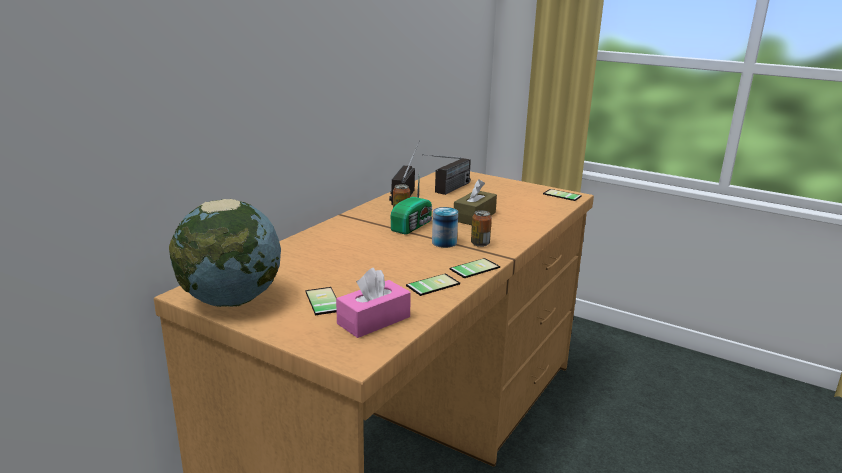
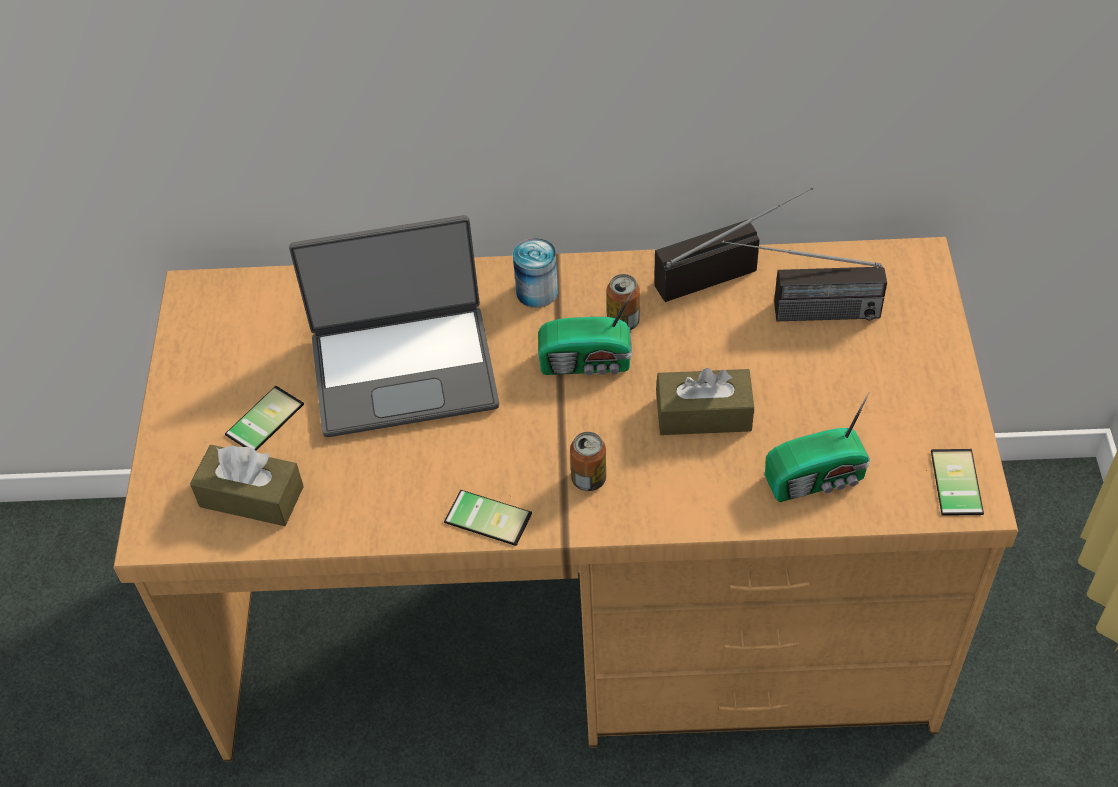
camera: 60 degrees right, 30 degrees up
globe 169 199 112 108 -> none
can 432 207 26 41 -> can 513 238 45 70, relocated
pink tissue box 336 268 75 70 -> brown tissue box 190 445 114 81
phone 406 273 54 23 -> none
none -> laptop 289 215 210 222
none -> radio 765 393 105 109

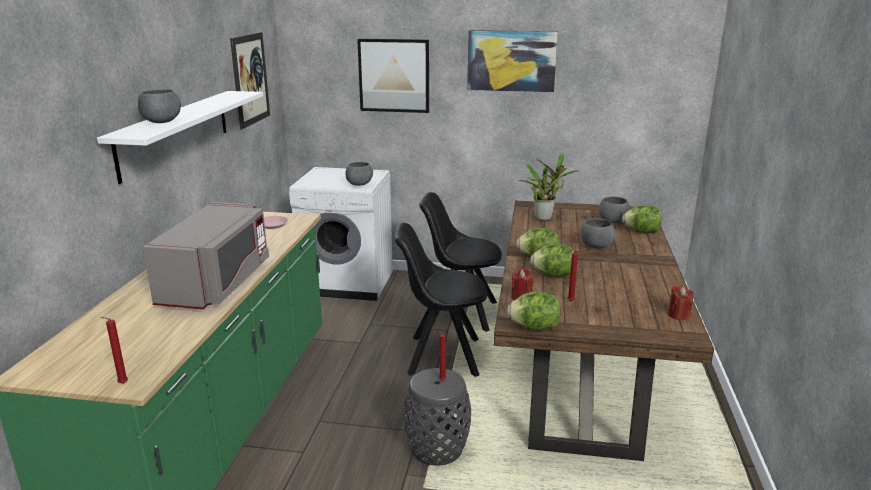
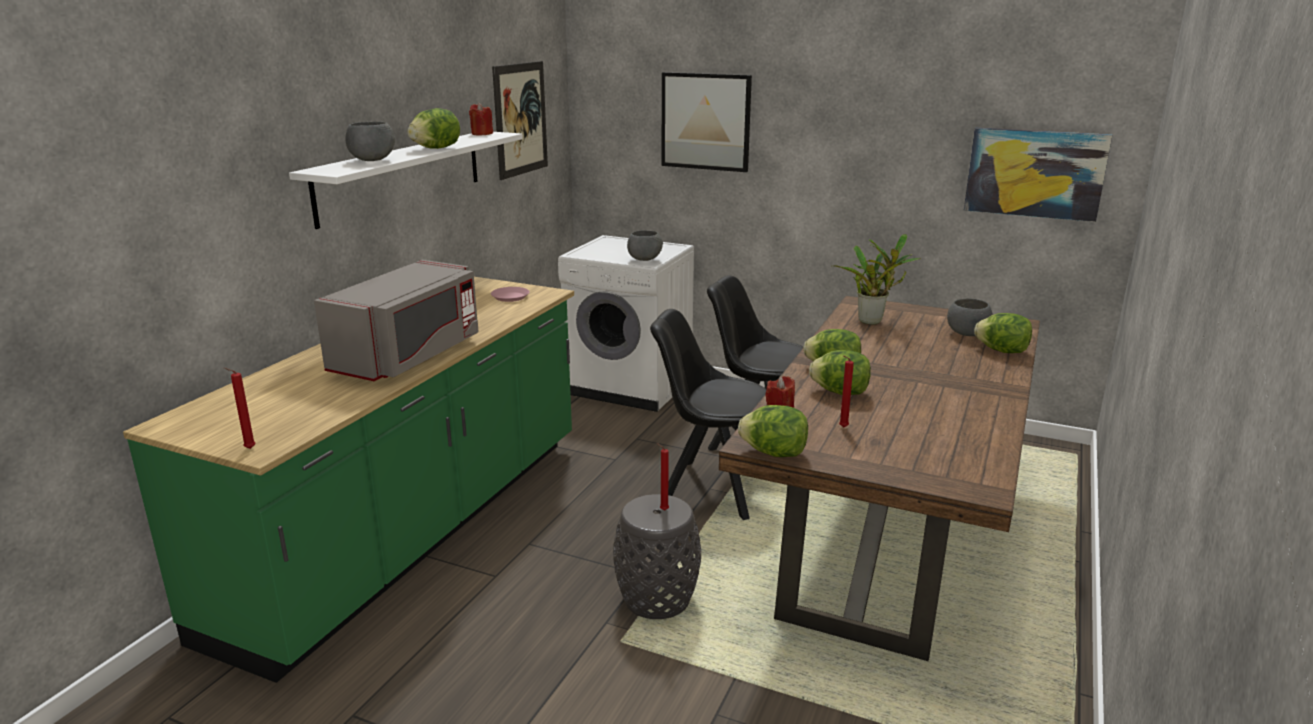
camera: 15 degrees right, 0 degrees up
picture 467 30 91 62 -> picture 964 128 148 94, relocated
grey bowl 580 218 35 30 -> none
red candle 668 285 26 35 -> red candle 469 103 24 32, relocated
none -> lettuce 407 108 53 41

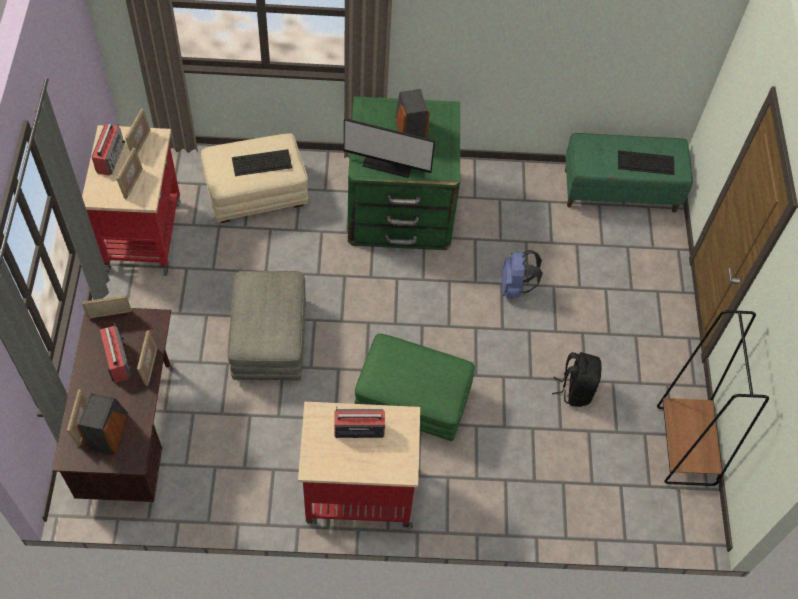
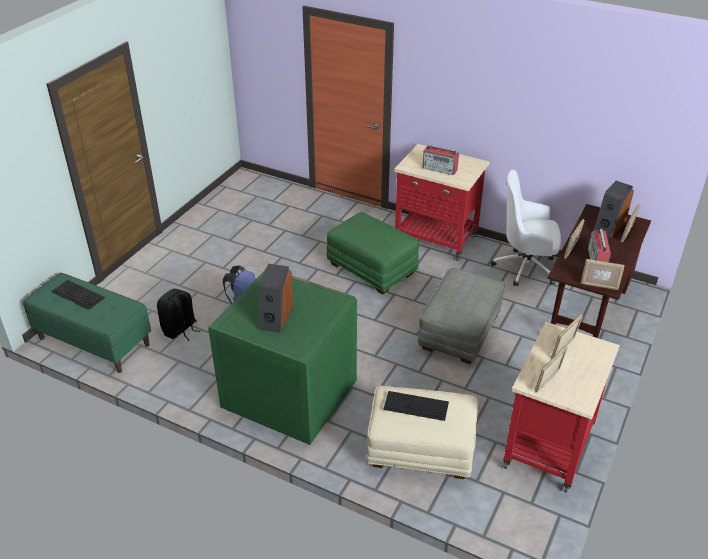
camera: 150 degrees left, 20 degrees down
monitor 344 118 91 60 -> none
radio 92 123 33 53 -> none
clothes rack 657 310 112 176 -> none
black backpack 552 352 50 55 -> black backpack 157 289 43 52, relocated
none -> white office chair 491 169 70 117

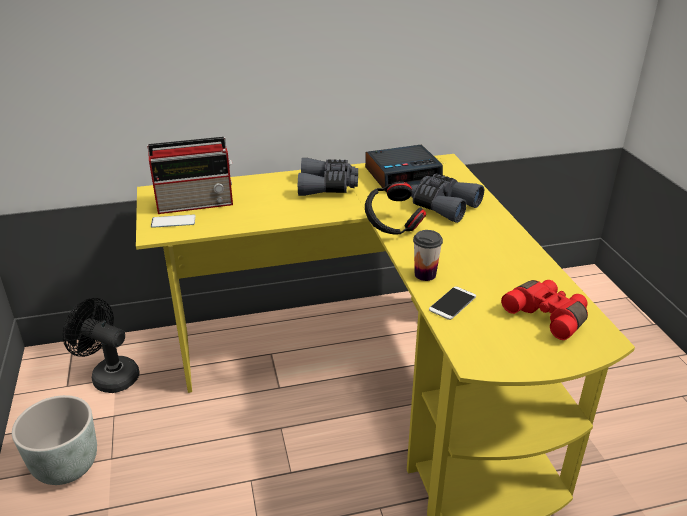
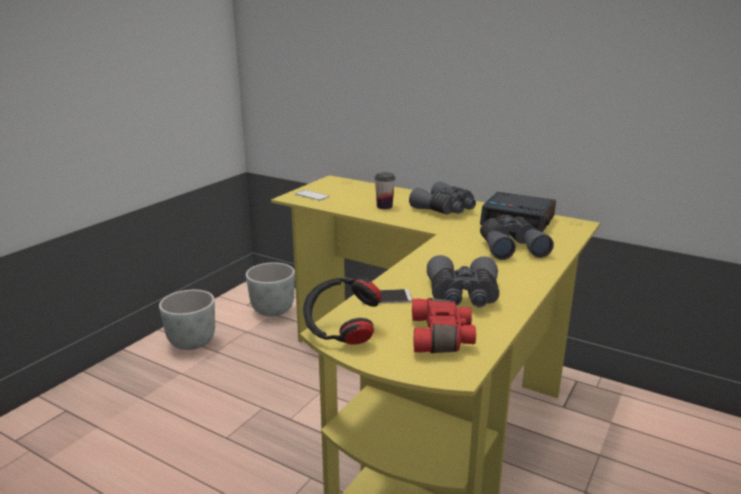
camera: 45 degrees right, 10 degrees down
radio 147 137 86 77 -> none
black headphones 365 181 61 54 -> black headphones 303 278 78 66, relocated
cup 413 230 30 51 -> cup 374 172 22 37, relocated
black fan 62 298 78 95 -> grey planter 246 262 49 55
none -> grey binoculars 427 255 72 52

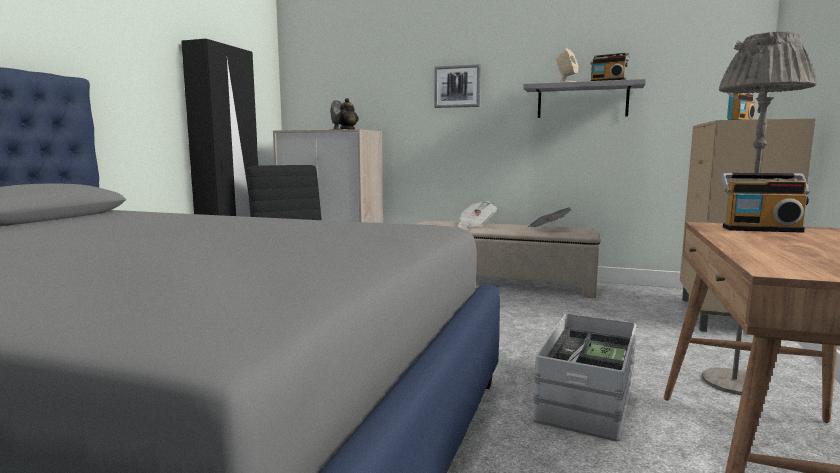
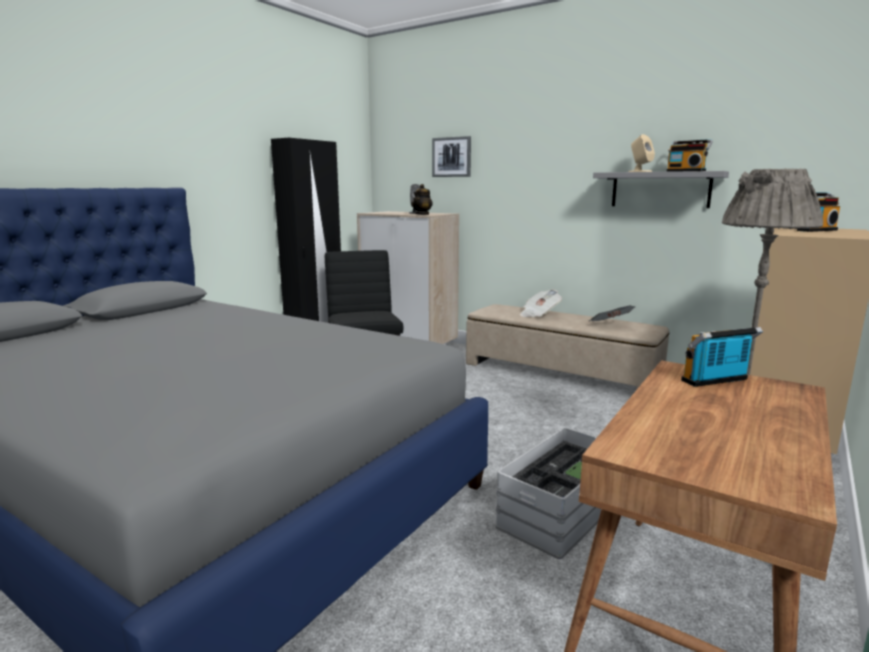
camera: 15 degrees right, 5 degrees up
picture 434 64 47 44 -> picture 432 136 39 41, relocated
radio 722 173 88 60 -> radio 681 327 82 60, 135 degrees clockwise

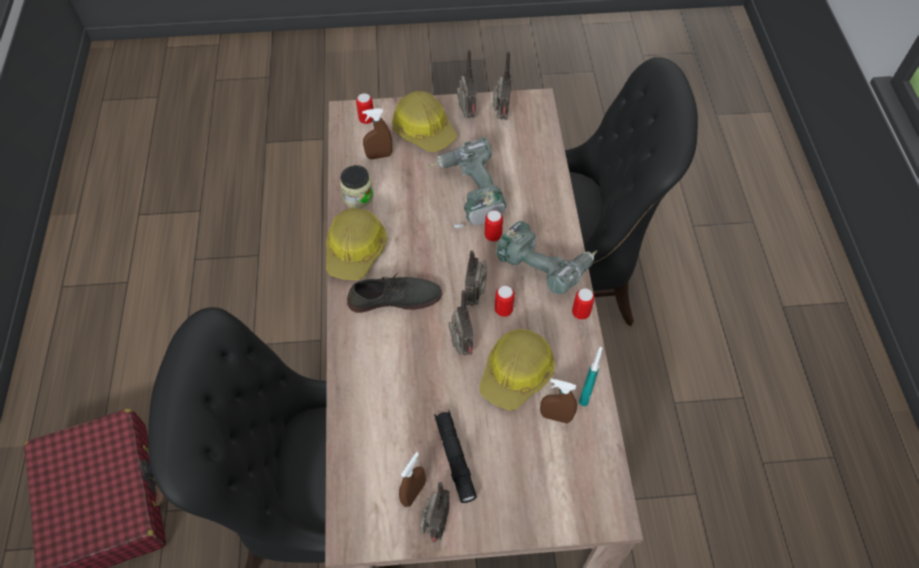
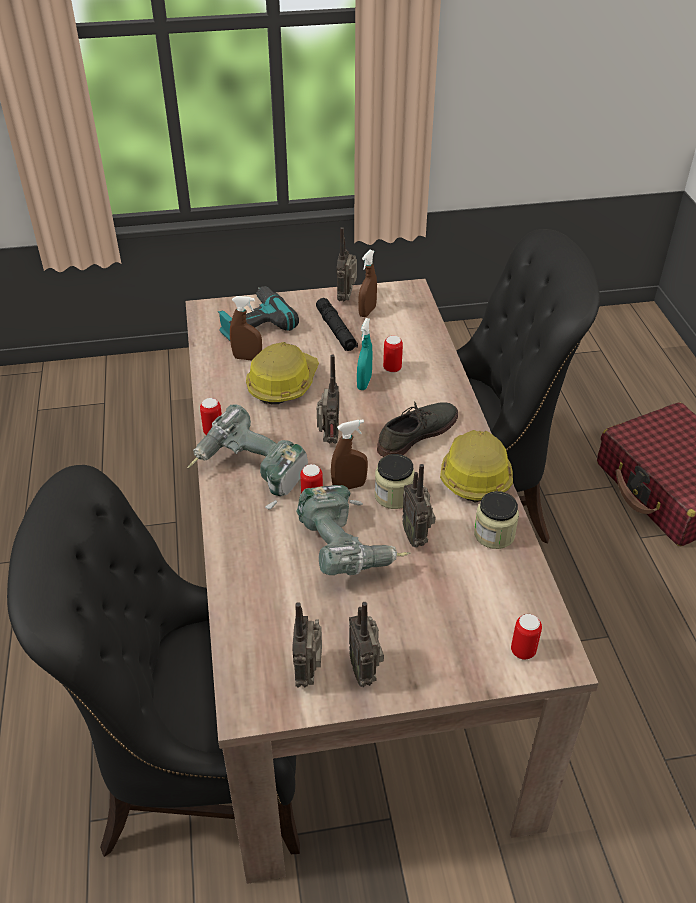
camera: 175 degrees right, 15 degrees down
hard hat 392 91 65 61 -> none
brown spray bottle 362 108 30 51 -> brown spray bottle 331 419 37 70, relocated
grey shoe 347 273 95 40 -> grey shoe 377 401 81 56, 150 degrees clockwise
can 495 286 20 31 -> can 383 336 20 36, relocated
radio 449 290 24 66 -> radio 402 464 34 83, relocated
turquoise spray bottle 579 347 24 59 -> turquoise spray bottle 357 318 16 72, relocated
none -> power drill 218 286 81 55
none -> jar 375 454 40 55

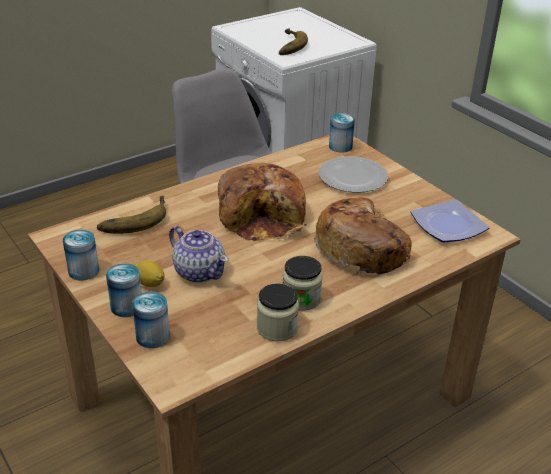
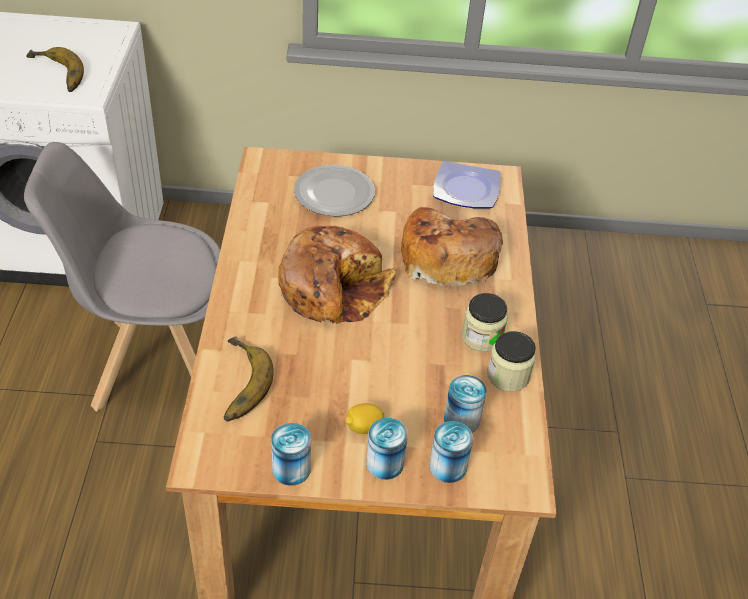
camera: 55 degrees left, 10 degrees up
can 329 113 26 40 -> can 444 375 43 58, relocated
teapot 169 226 60 57 -> none

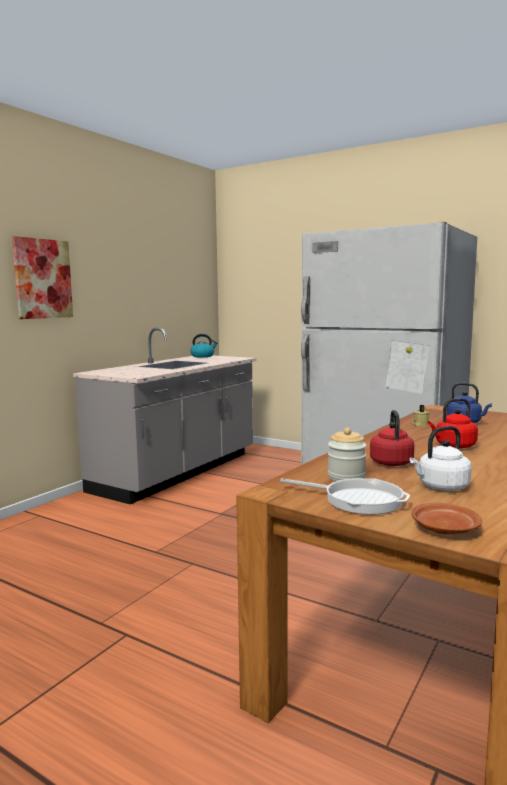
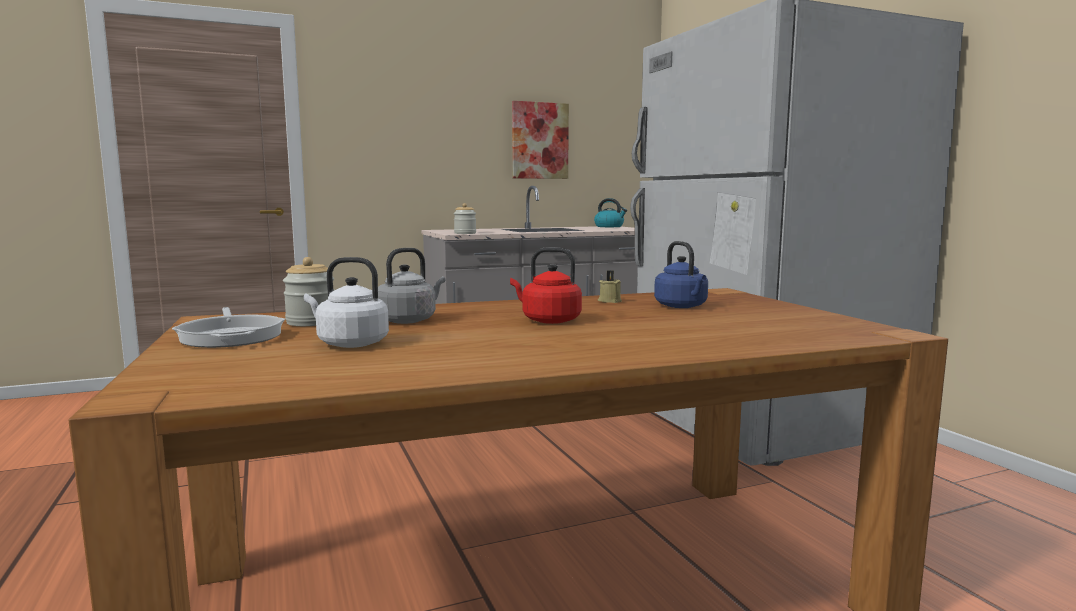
camera: 35 degrees right, 0 degrees up
picture 12 236 61 83 -> picture 512 101 57 78, relocated
red kettle 370 410 44 56 -> grey kettle 378 248 67 76
brown plate 411 503 71 31 -> none
none -> jar 454 203 22 31

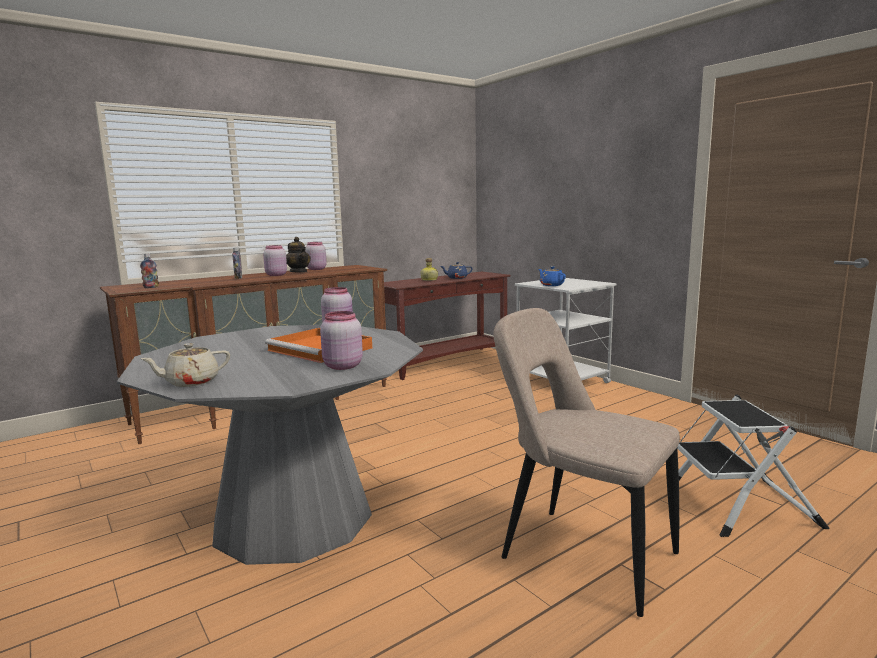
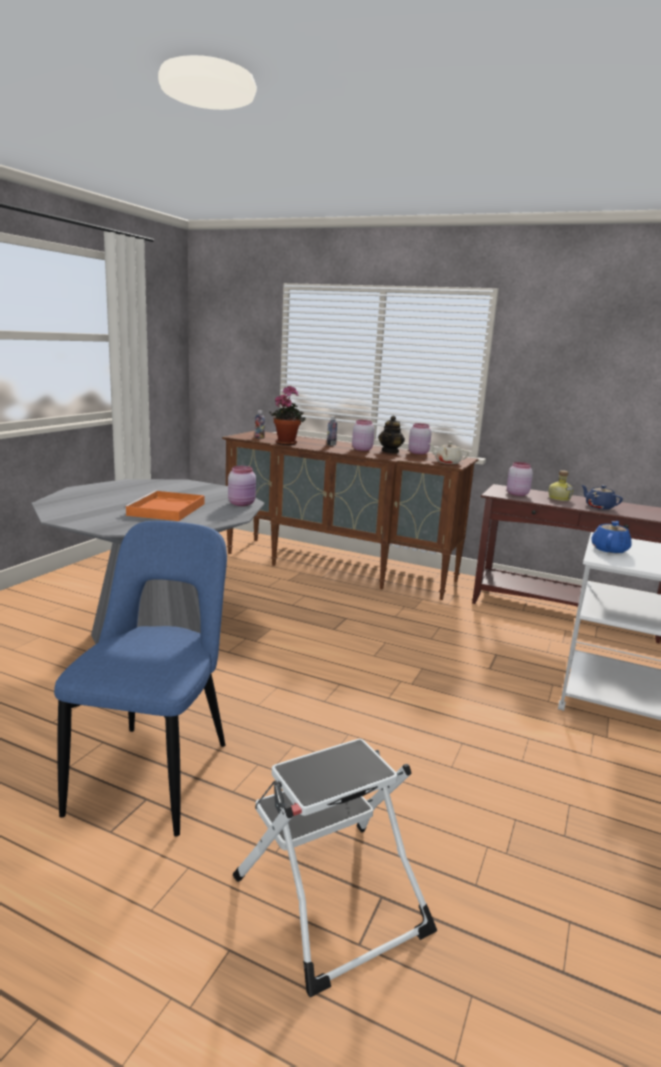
camera: 60 degrees right, 5 degrees up
beige chair 494 308 186 309 -> blue chair 54 521 173 315
pink jar 320 311 43 59 -> pink jar 507 462 26 34, relocated
beige teapot 141 343 89 44 -> beige teapot 429 442 40 22, relocated
none -> potted plant 269 386 37 59

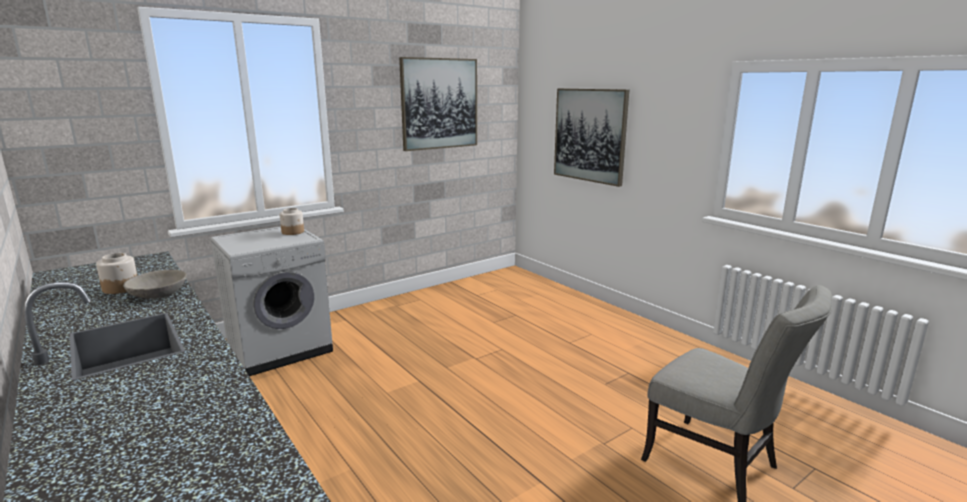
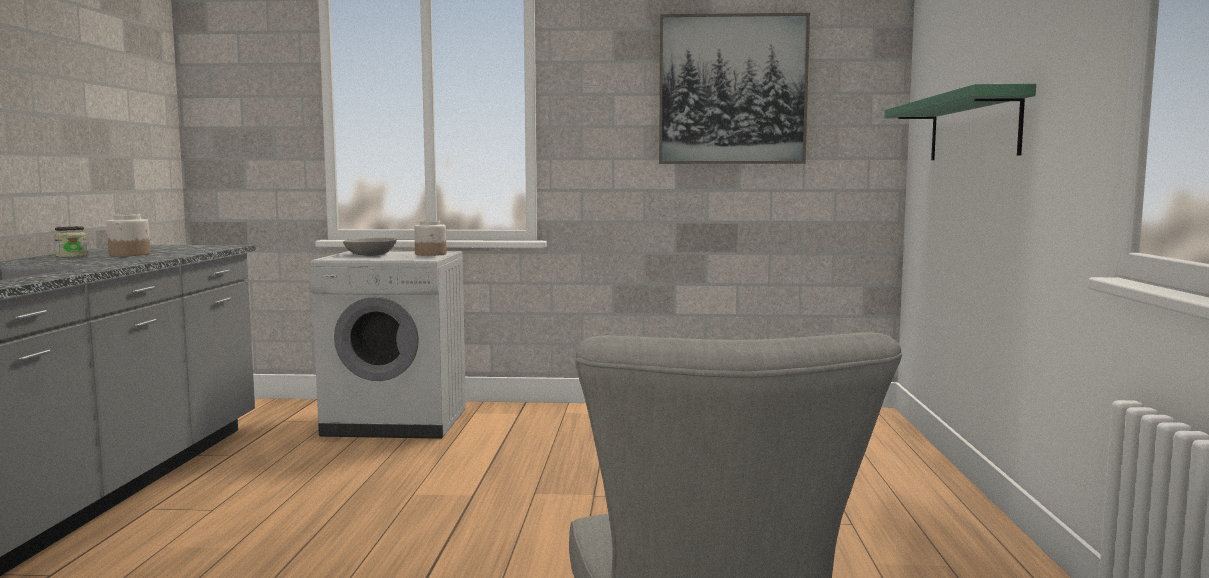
camera: 40 degrees right, 10 degrees down
picture 554 89 75 98 -> green shelf 884 84 152 76
grey bowl 123 270 64 29 -> grey bowl 343 238 54 18, relocated
none -> jar 54 226 34 32

